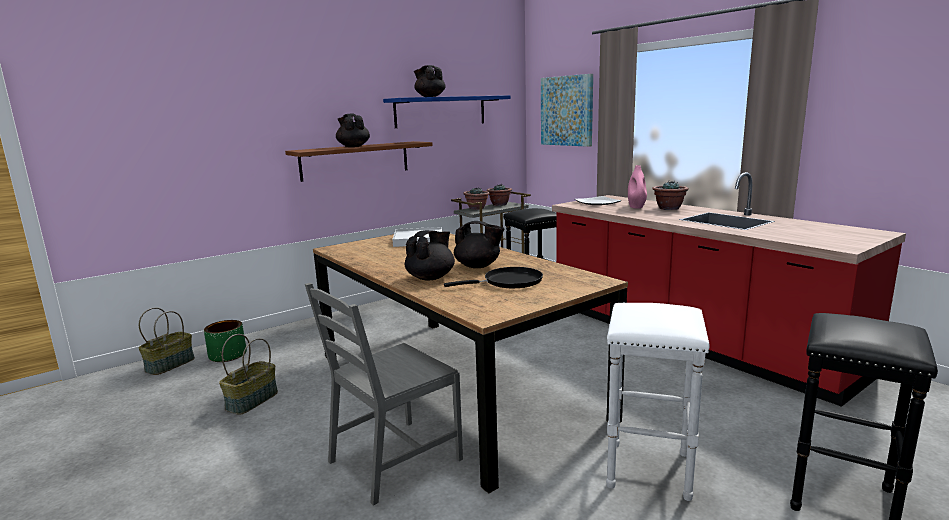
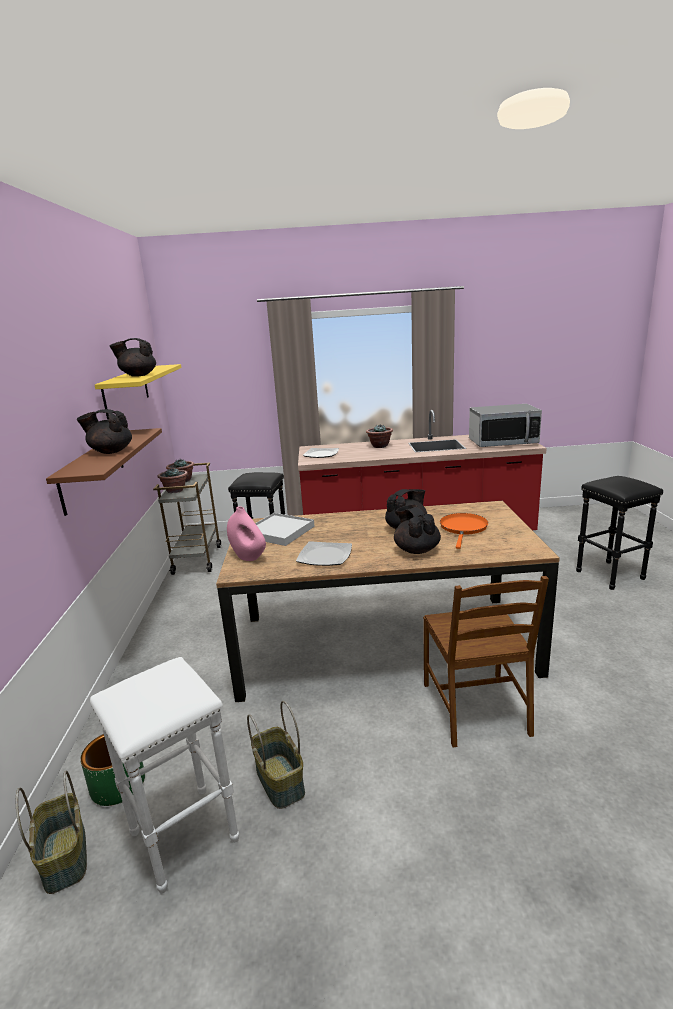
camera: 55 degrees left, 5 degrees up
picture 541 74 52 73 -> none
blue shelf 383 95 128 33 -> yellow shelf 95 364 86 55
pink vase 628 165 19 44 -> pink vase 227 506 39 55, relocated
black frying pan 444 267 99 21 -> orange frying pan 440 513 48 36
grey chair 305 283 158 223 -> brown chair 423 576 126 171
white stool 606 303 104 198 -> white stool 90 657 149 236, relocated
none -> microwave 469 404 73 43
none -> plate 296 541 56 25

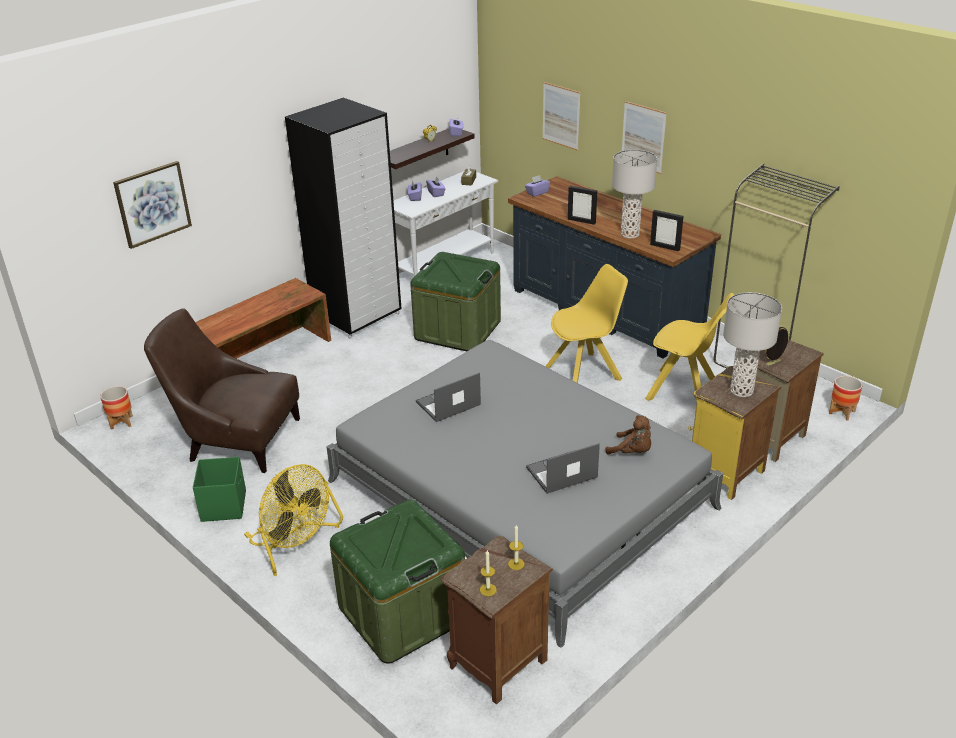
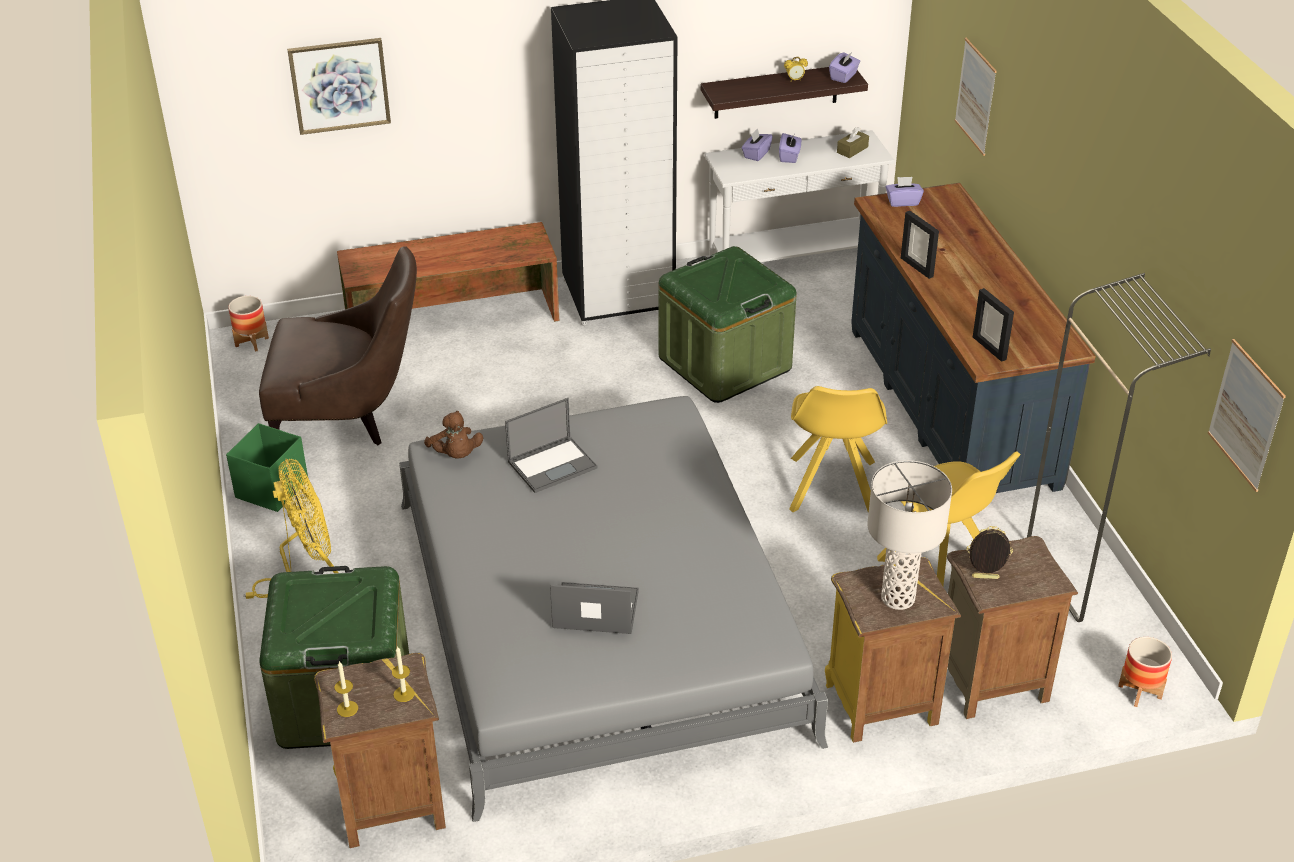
camera: 30 degrees right, 5 degrees up
picture 622 101 45 73 -> picture 1208 339 78 153, relocated
white table lamp 612 150 45 88 -> none
yellow chair 545 264 83 119 -> yellow chair 789 386 98 127, 90 degrees clockwise
brown armchair 144 308 156 165 -> brown armchair 259 246 158 199, 135 degrees clockwise
laptop 416 373 65 49 -> laptop 505 398 92 95, 150 degrees clockwise
brown plush toy 605 415 46 40 -> brown plush toy 424 411 59 48, relocated
yellow fan 244 464 99 112 -> yellow fan 243 459 95 140, 90 degrees counterclockwise
brown nightstand 441 536 112 169 -> yellow nightstand 314 653 132 195

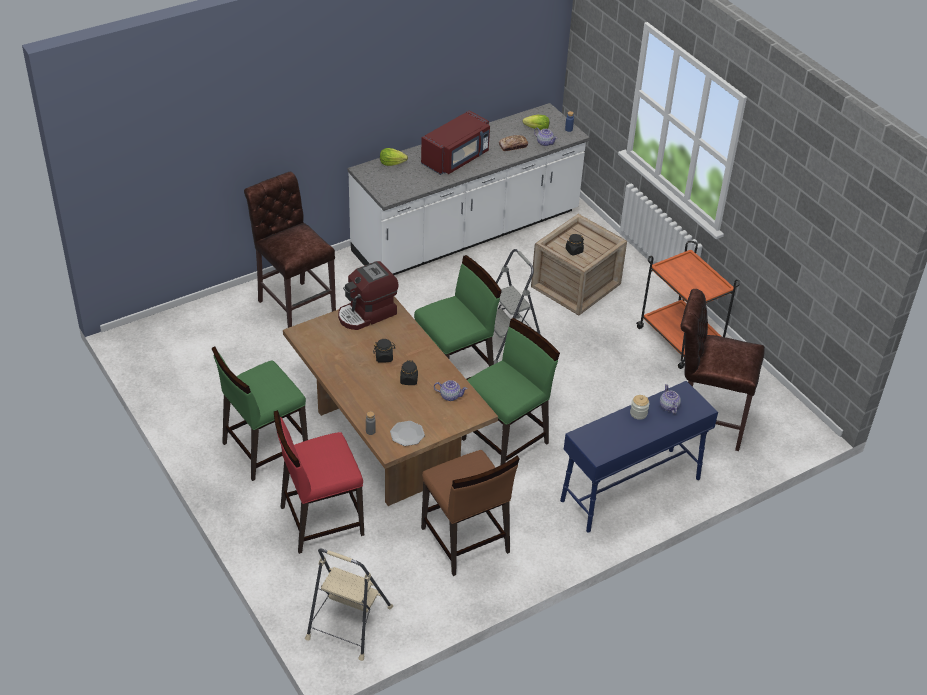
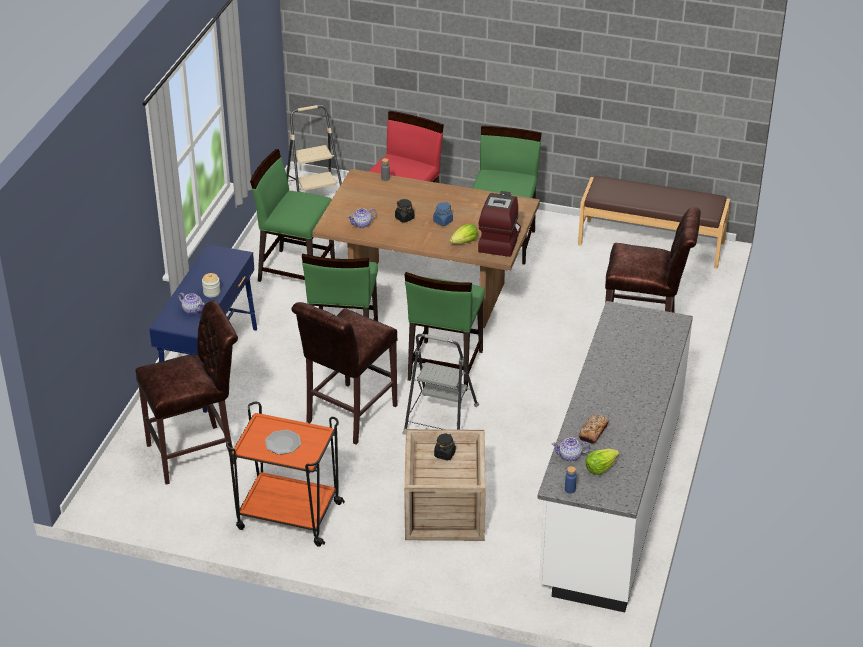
camera: 140 degrees right, 5 degrees down
red microwave 421 110 69 65 -> none
lettuce 380 148 28 18 -> lettuce 450 224 28 20, relocated
black jar 373 339 22 23 -> blue jar 433 202 20 24
plate 390 421 35 25 -> plate 265 430 36 24, relocated
brown chair 421 450 98 126 -> green chair 250 149 85 133
none -> brown bench 578 176 152 92
none -> brown stool 291 302 107 143

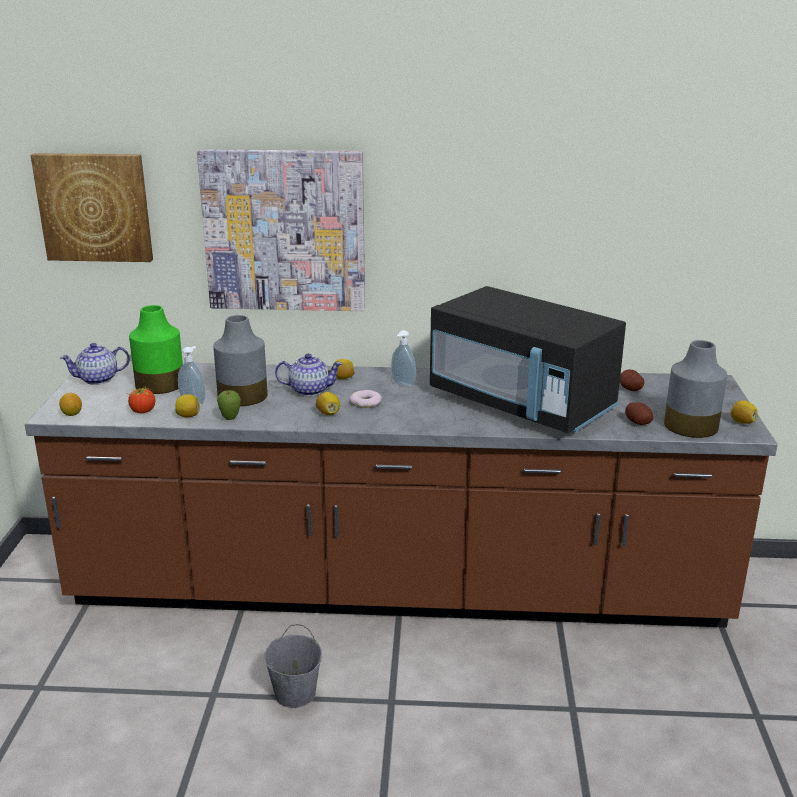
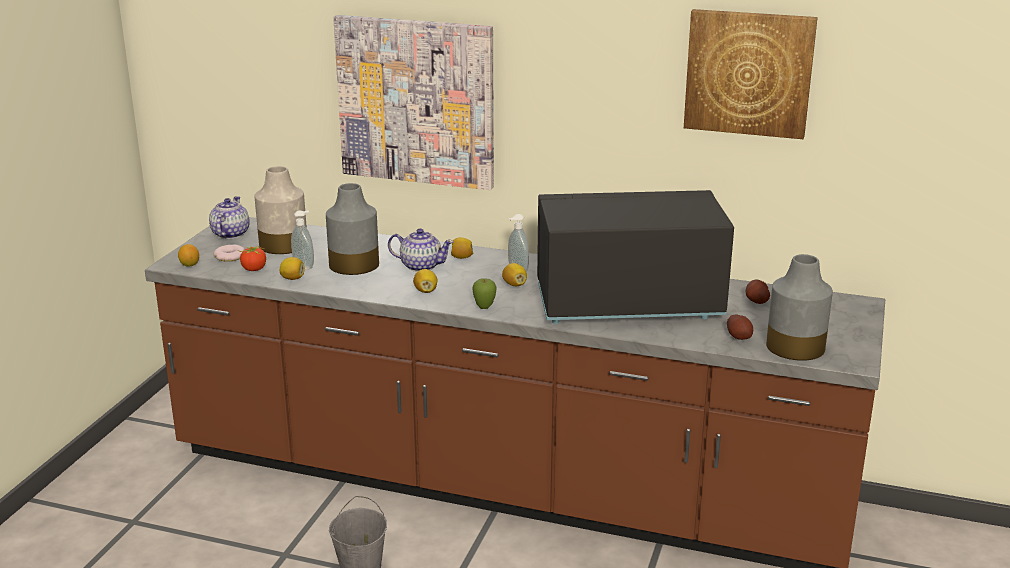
camera: 15 degrees right, 0 degrees up
picture 31 153 122 109 -> picture 684 9 134 130, relocated
black microwave 430 286 196 147 -> black microwave 537 190 197 134, 120 degrees clockwise
green vase 129 305 54 89 -> beige vase 254 166 53 88
teapot 60 343 70 42 -> teapot 209 196 41 43, 105 degrees clockwise
apple 217 390 24 30 -> apple 472 278 25 31, relocated
donut 349 390 33 18 -> donut 213 245 32 17, relocated
lemon 730 400 28 24 -> lemon 502 263 25 23, relocated

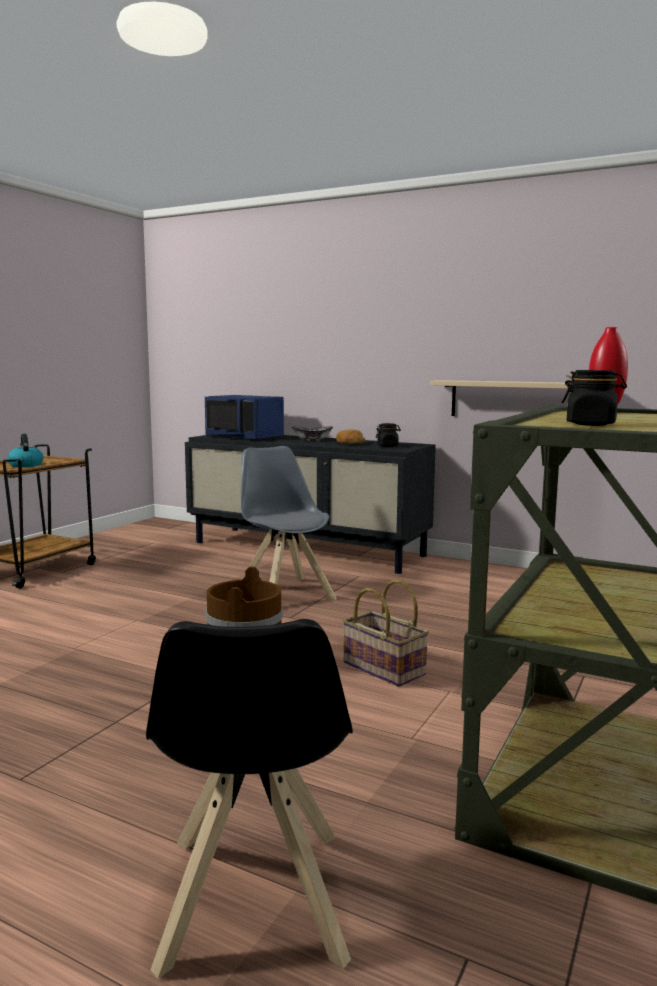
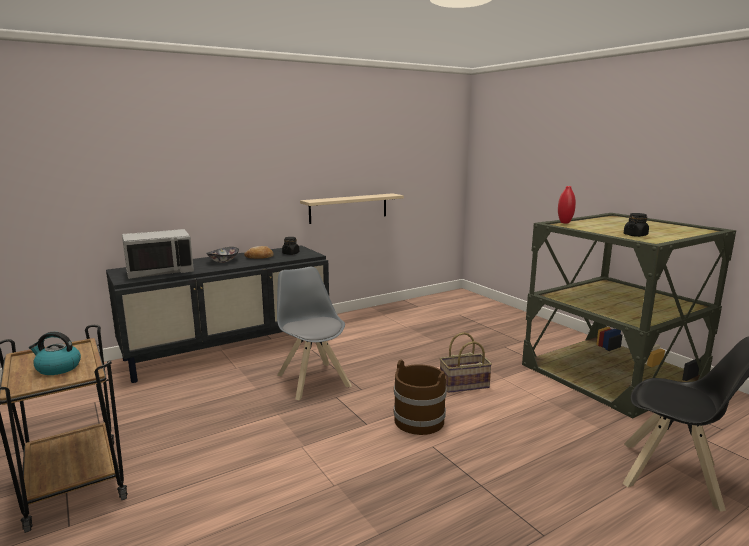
camera: 60 degrees left, 5 degrees up
blue microwave 205 395 79 45 -> grey microwave 122 229 72 50
grey chair 241 446 96 154 -> grey chair 277 267 75 133, 60 degrees clockwise

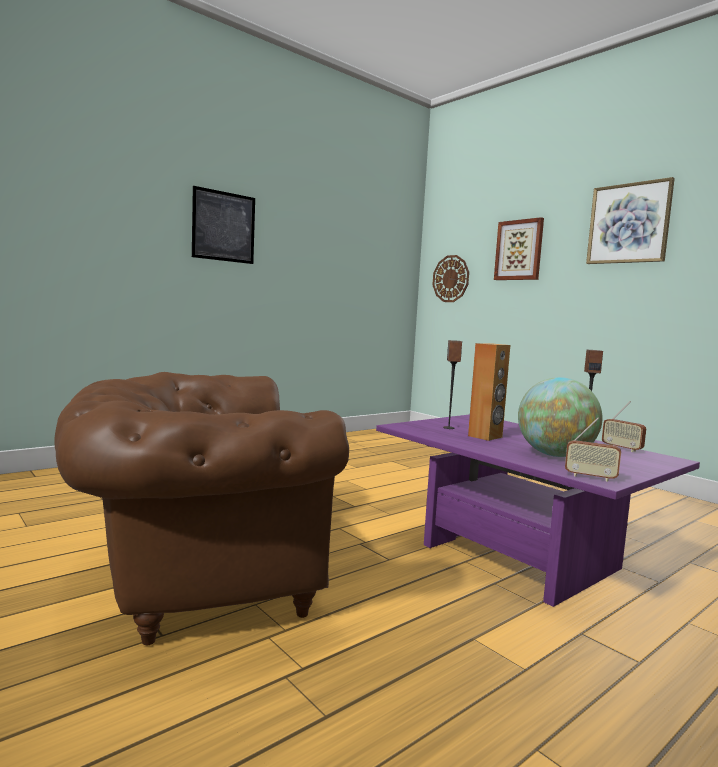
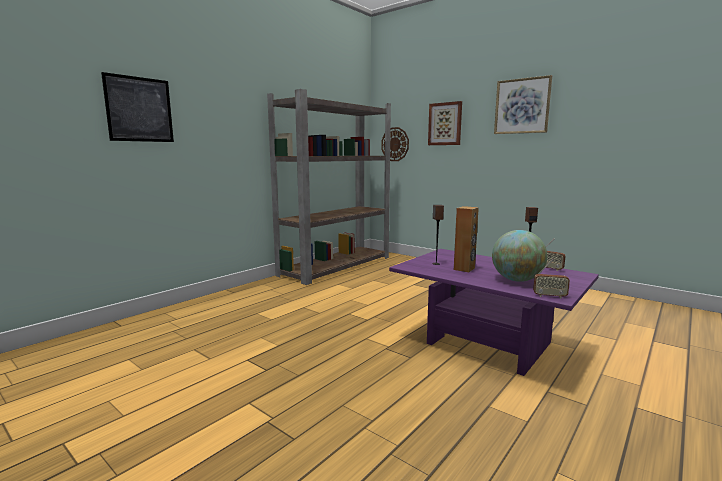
camera: 10 degrees left, 5 degrees up
picture 192 186 63 78 -> picture 101 72 73 70, relocated
brown armchair 54 372 295 273 -> none
none -> brown bookcase 267 89 124 196

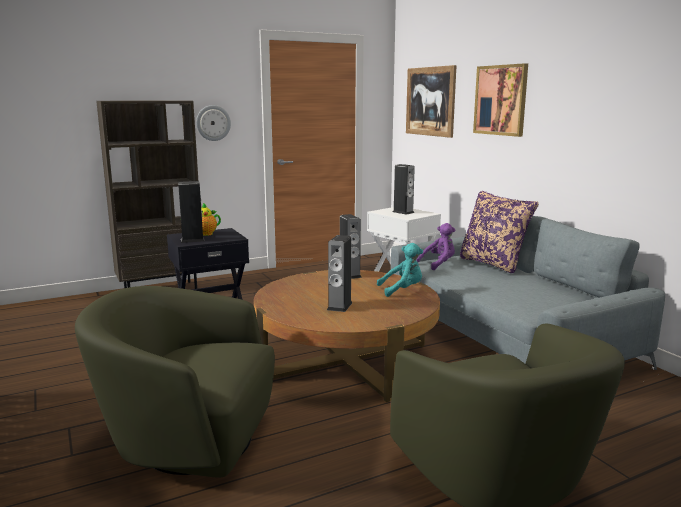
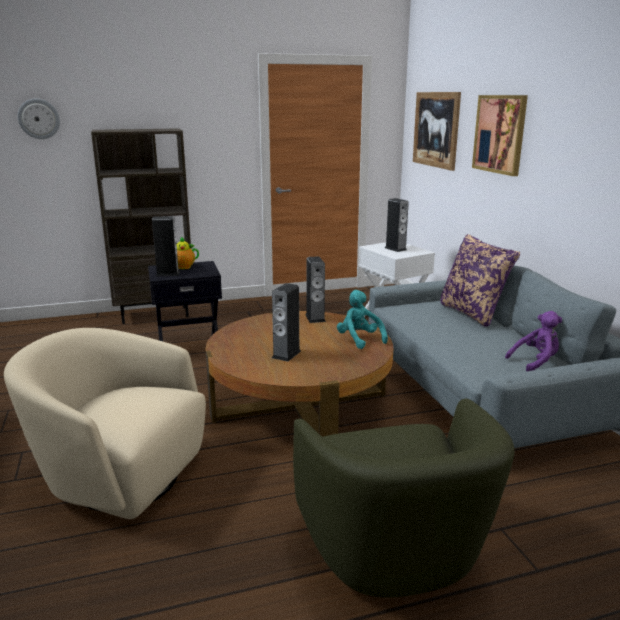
camera: 10 degrees right, 5 degrees up
wall clock 196 105 35 36 -> wall clock 18 99 42 40, relocated
purple plush toy 416 223 39 47 -> purple plush toy 505 311 57 60, relocated
turquoise plush toy 377 243 46 54 -> turquoise plush toy 337 290 51 59, 120 degrees counterclockwise
green armchair 75 286 200 192 -> beige armchair 4 328 202 191

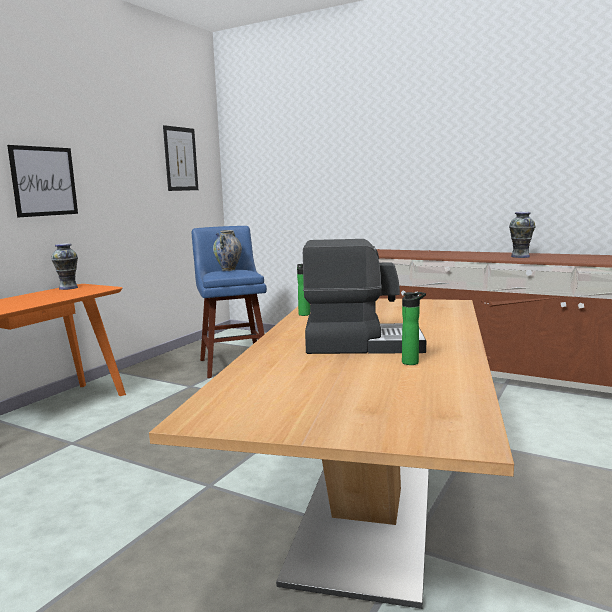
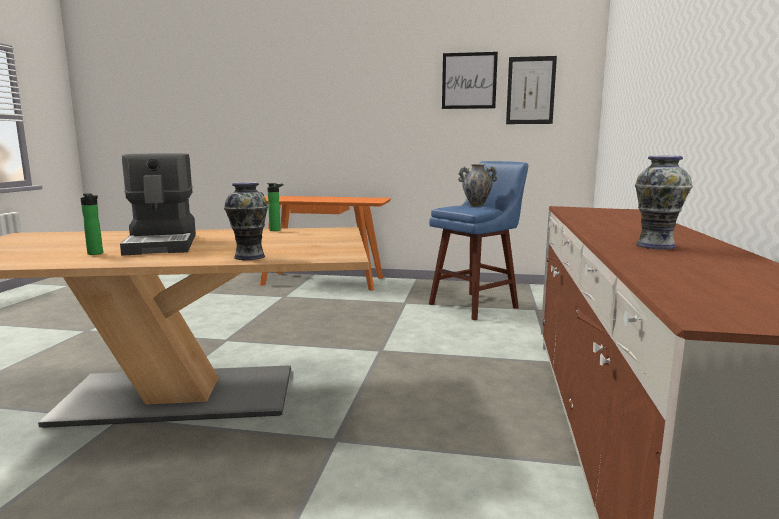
camera: 70 degrees right, 0 degrees up
picture 7 145 71 72 -> picture 442 52 56 57, relocated
vase 51 243 27 47 -> vase 224 182 44 78, relocated

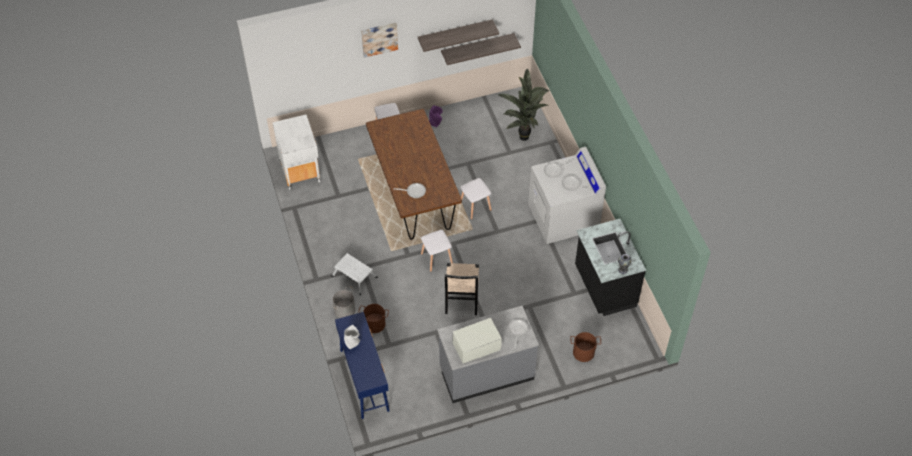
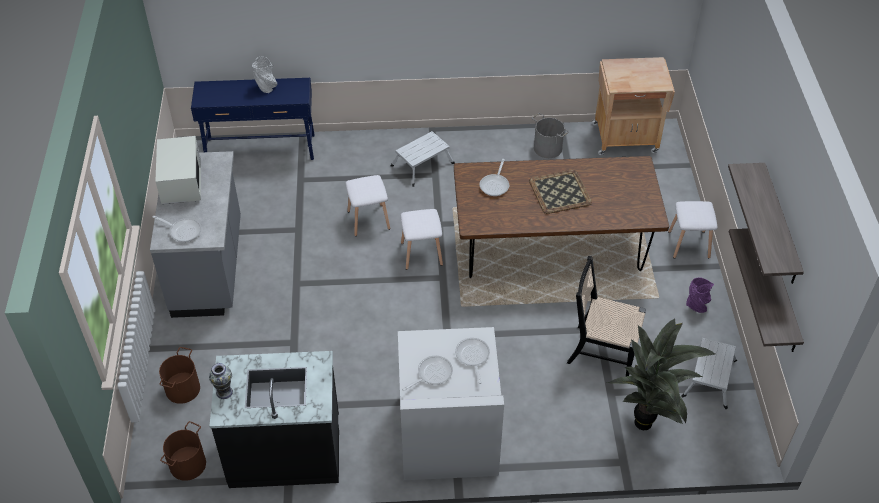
camera: 105 degrees right, 5 degrees down
picture 361 23 37 35 -> none
white cart 272 115 49 75 -> brown cart 592 57 83 98
white stool 460 178 31 42 -> white stool 345 175 45 61, relocated
chair 445 263 34 52 -> chair 567 256 79 120, relocated
grey bucket 332 285 23 33 -> grey bucket 532 113 37 45, relocated
brown bucket 358 304 31 29 -> brown bucket 160 421 46 60, relocated
none -> tray 529 170 63 44
none -> white step ladder 682 338 55 71

